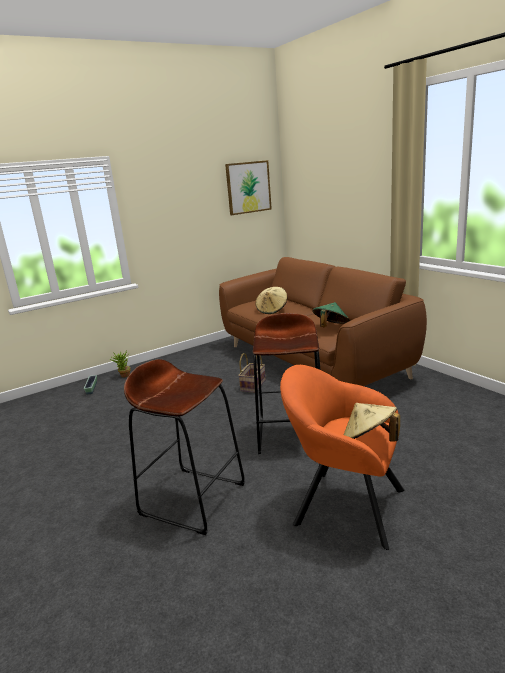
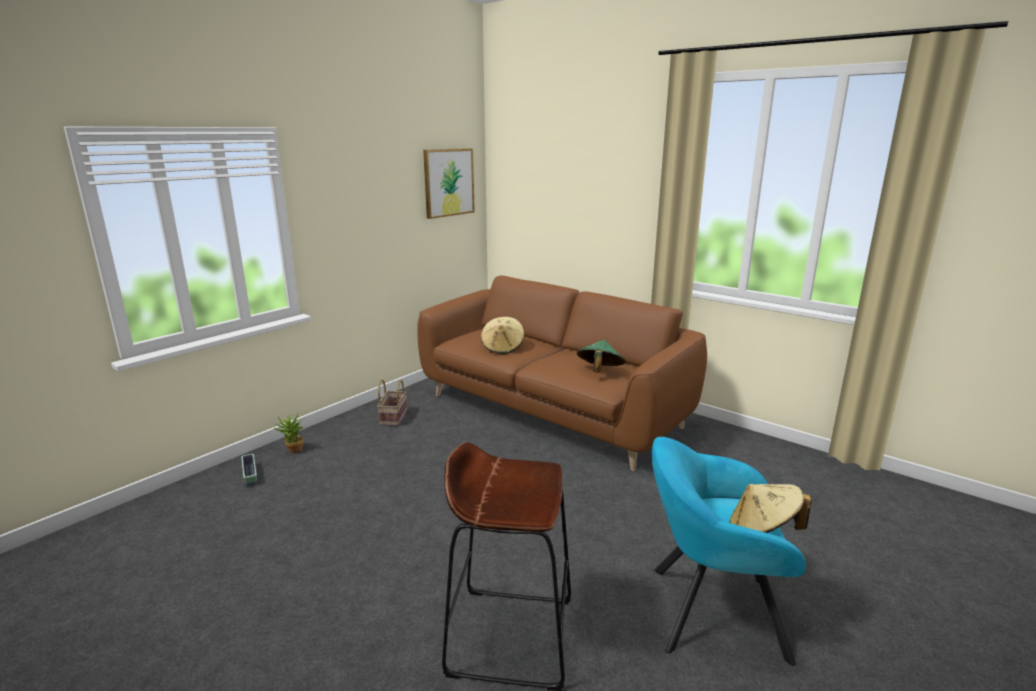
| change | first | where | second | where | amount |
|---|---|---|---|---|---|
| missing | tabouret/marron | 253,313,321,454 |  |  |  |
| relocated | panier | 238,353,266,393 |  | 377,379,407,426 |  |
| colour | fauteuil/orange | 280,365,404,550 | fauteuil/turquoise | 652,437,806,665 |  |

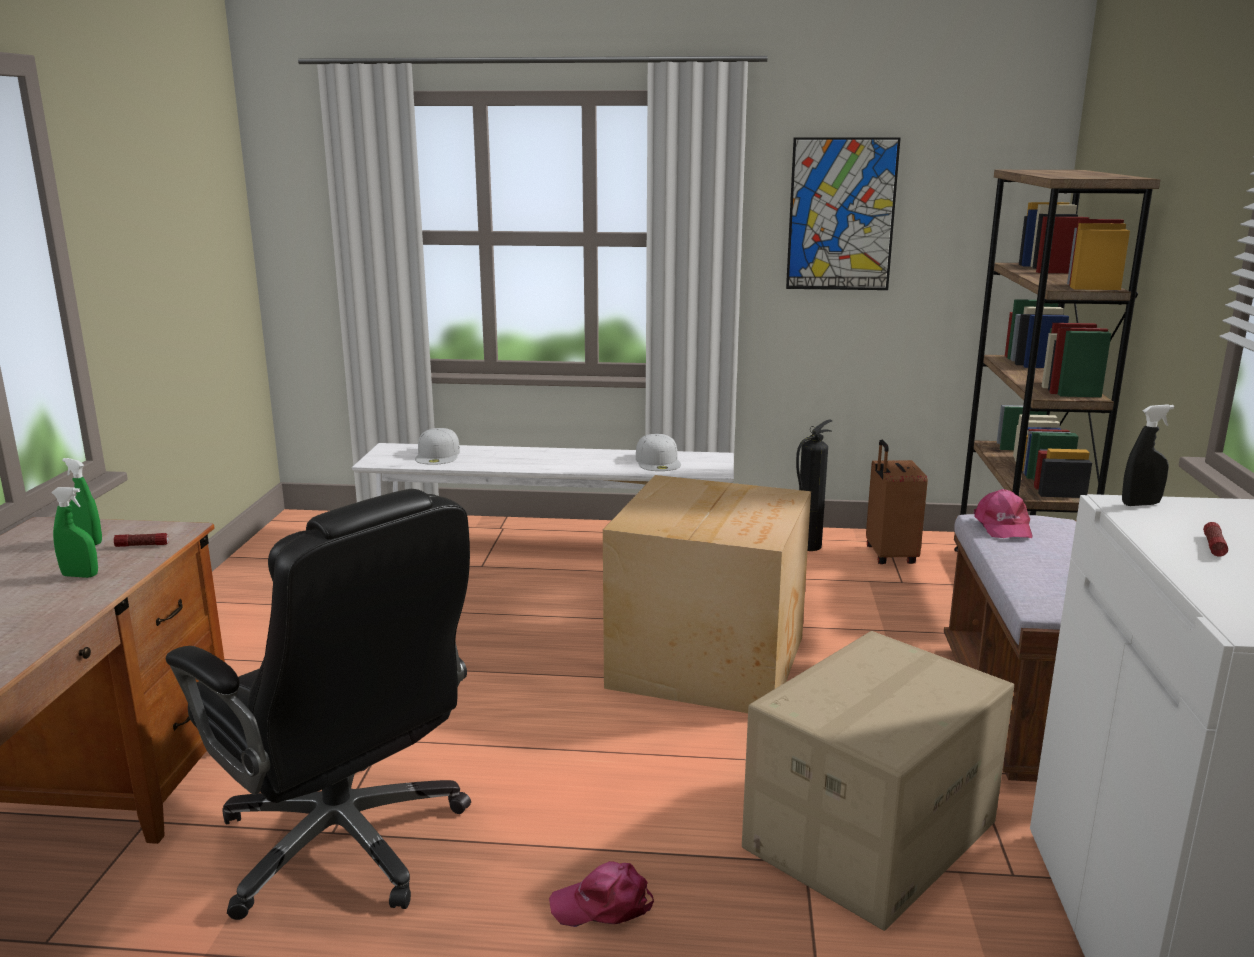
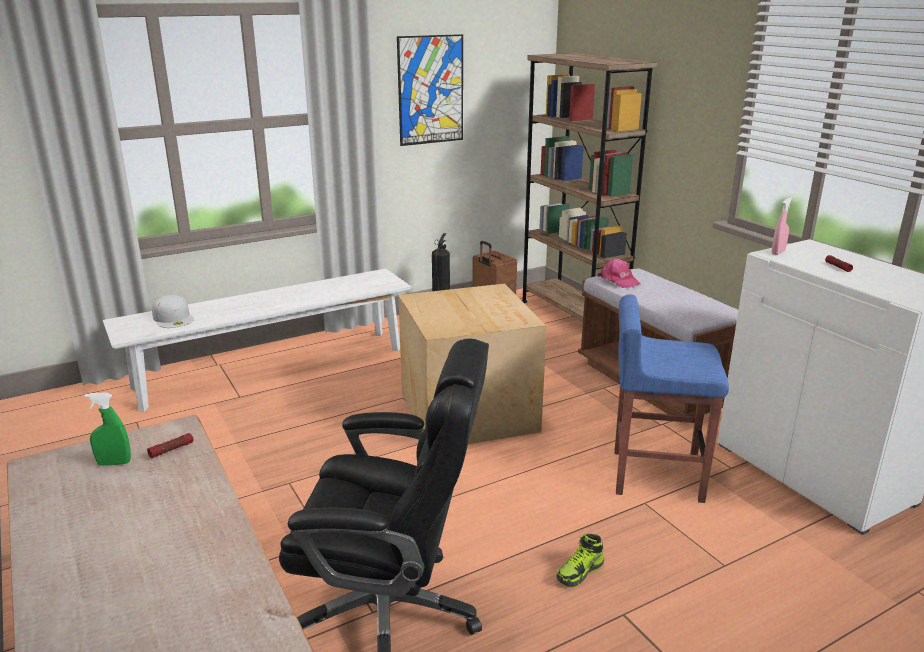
| change | first | where | second | where | amount |
|---|---|---|---|---|---|
| colour | vaporisateur/noir | 1122,404,1174,506 | vaporisateur/rose | 772,197,792,255 |  |
| missing | casquette/blanc | 636,434,681,471 |  |  |  |
| missing | vaporisateur/vert | 51,487,98,578 |  |  |  |
| exchanged | carton | 742,631,1014,931 | tabouret/bleu | 614,294,729,503 |  |
| exchanged | casquette/rose | 549,861,654,927 | chaussure | 557,534,604,588 |  |

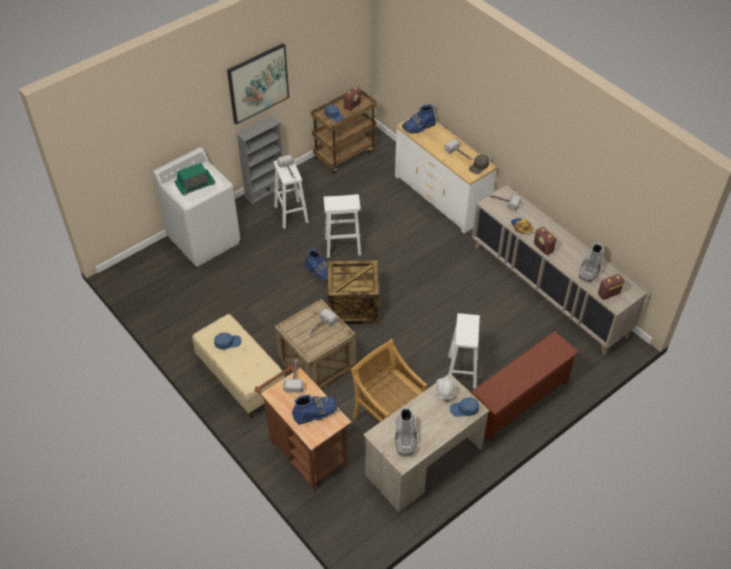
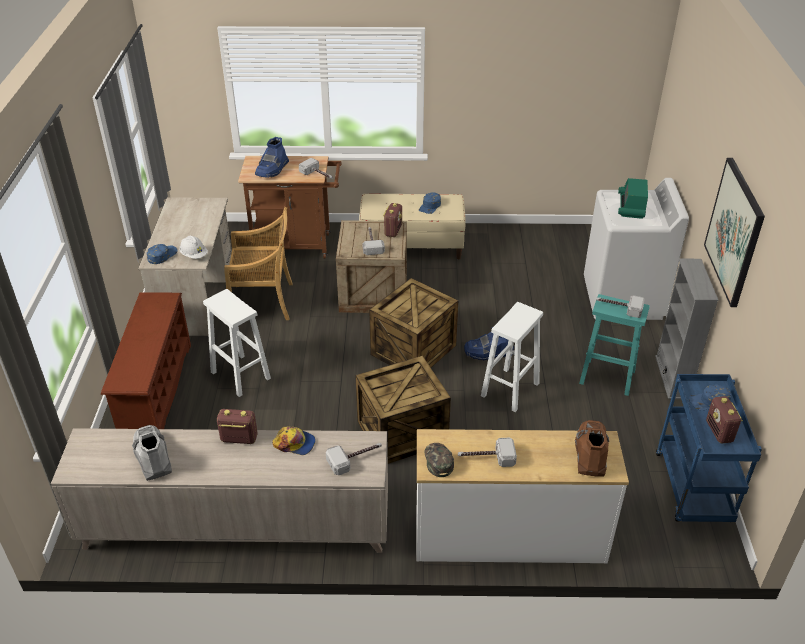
| change | first | where | second | where | amount |
|---|---|---|---|---|---|
| colour | chariot/marron | 311,87,377,174 | chariot/bleu | 656,374,762,522 |  |
| colour | botte/bleu | 402,104,436,133 | botte/marron | 575,420,609,477 |  |
| colour | tabouret/blanc | 274,160,309,229 | tabouret/turquoise | 579,294,650,396 |  |
| relocated | radio | 598,274,624,300 |  | 383,203,402,237 |  |
| missing | botte/gris | 395,407,417,455 |  |  |  |
| appeared |  |  | caisse | 355,356,451,464 |  |

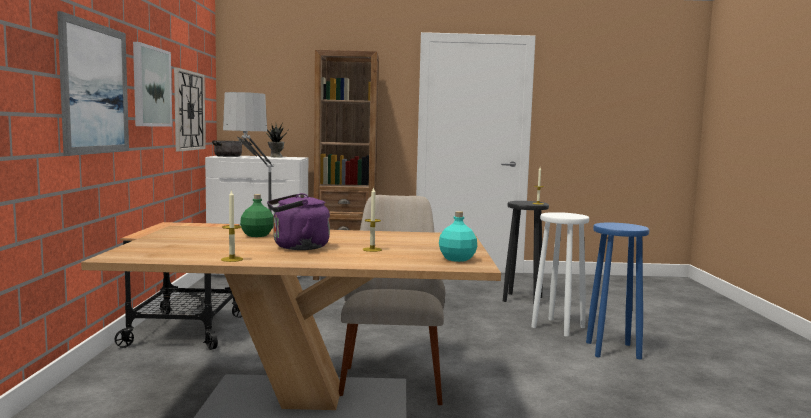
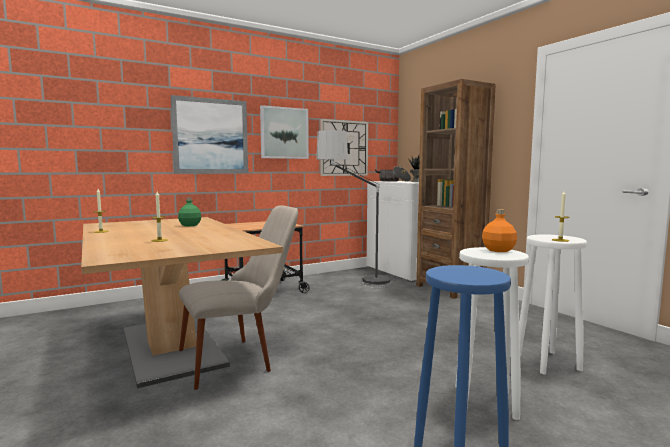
| change | first | where | second | where | amount |
|---|---|---|---|---|---|
| missing | bouilloire/violet | 267,193,330,250 |  |  |  |
| colour | tabouret/noir | 503,201,549,302 | tabouret/blanc | 519,234,587,374 |  |
| missing | bouteille/turquoise | 439,211,477,262 |  |  |  |
| appeared |  |  | bouteille/orange | 482,209,517,252 |  |

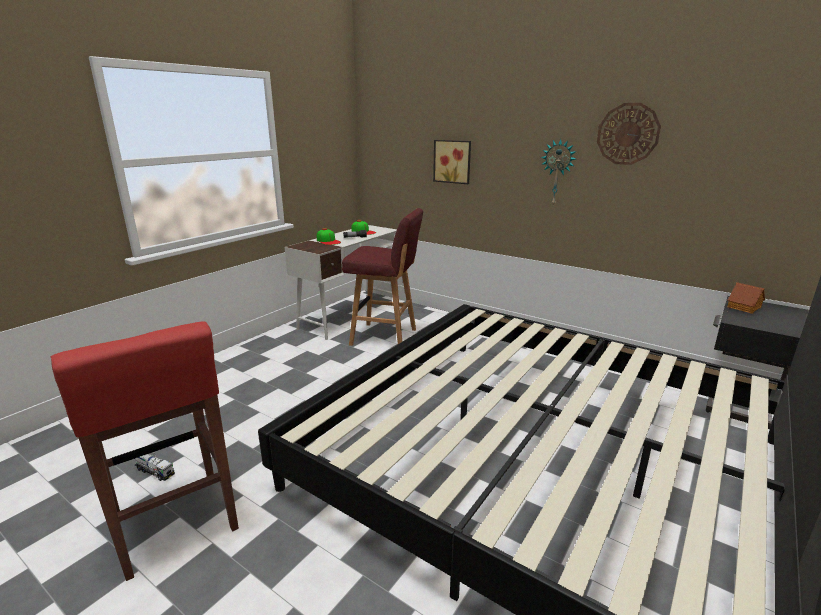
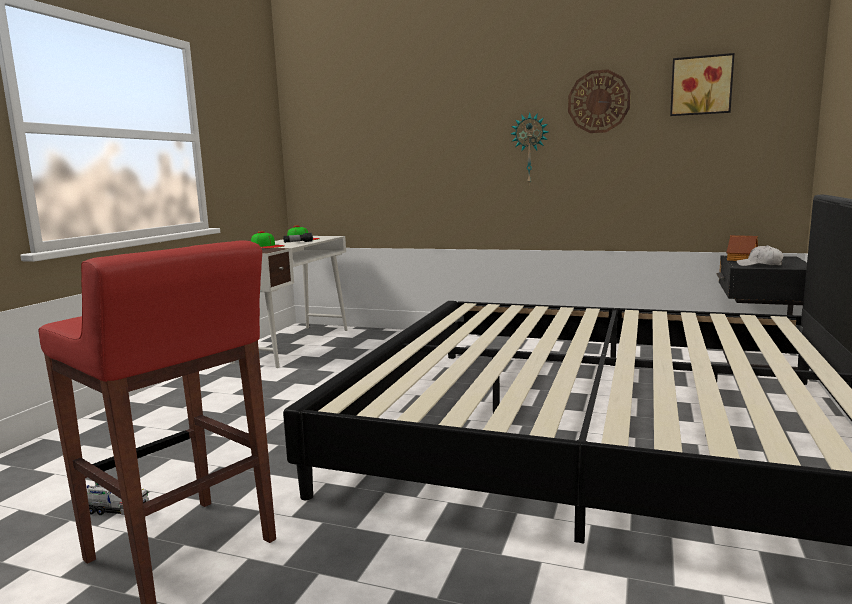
| change | first | where | second | where | amount |
|---|---|---|---|---|---|
| relocated | tableau | 433,140,471,184 |  | 670,53,735,116 |  |
| missing | tabouret/rouge | 342,208,423,346 |  |  |  |
| appeared |  |  | casquette/blanc | 737,245,784,266 |  |

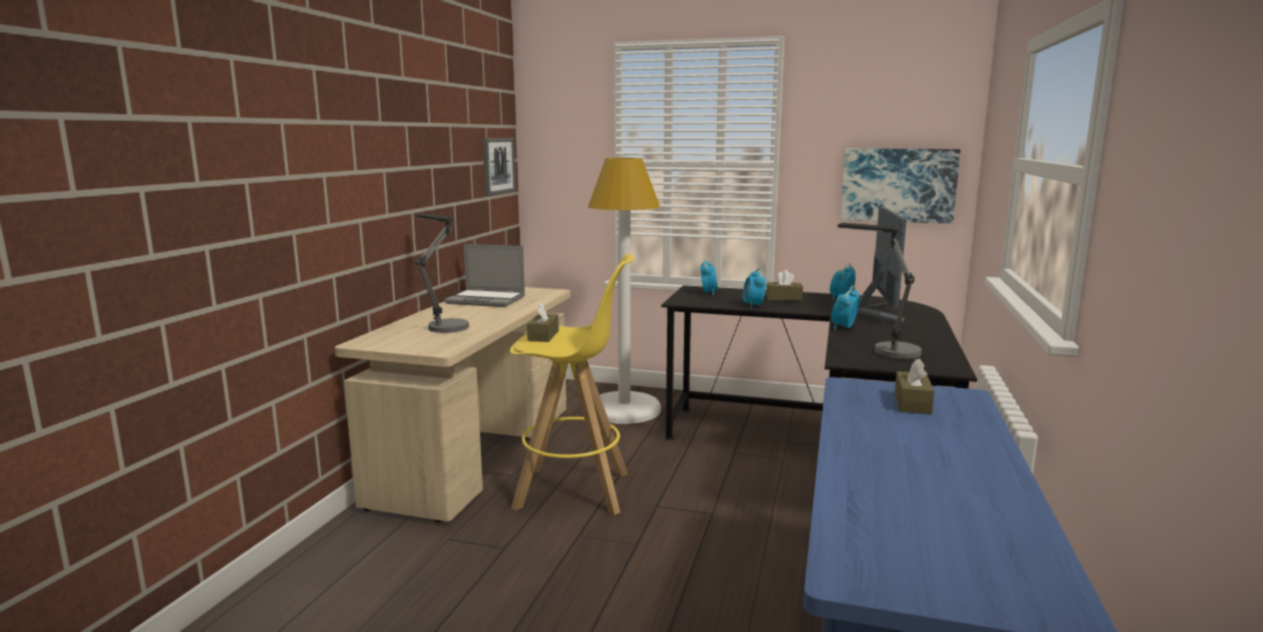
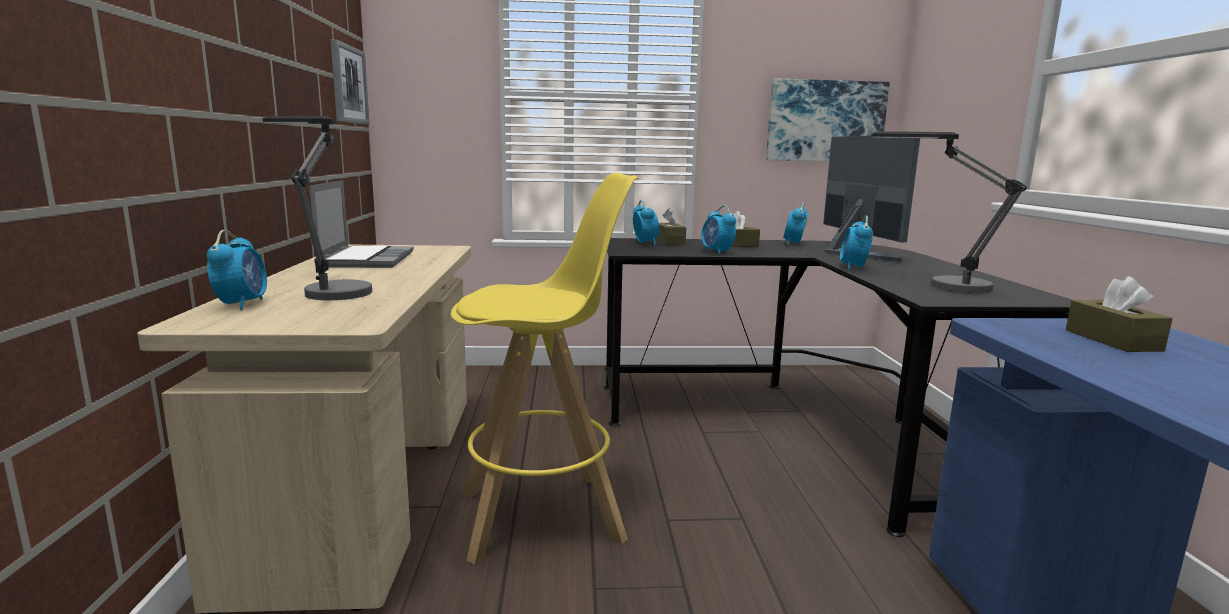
| change | first | where | second | where | amount |
|---|---|---|---|---|---|
| missing | lampadaire/blanc | 588,158,661,424 |  |  |  |
| spun | ordinateur portable | 444,244,525,307 |  | 310,180,413,268 | 90 degrees counterclockwise |
| relocated | boîte à mouchoirs/marron | 527,302,559,342 |  | 656,208,686,245 |  |
| appeared |  |  | réveil | 207,230,267,310 |  |

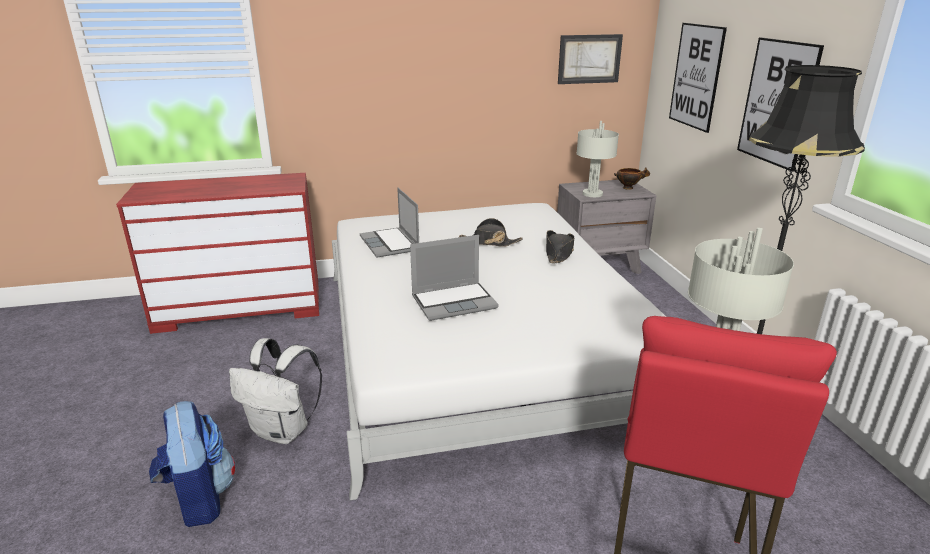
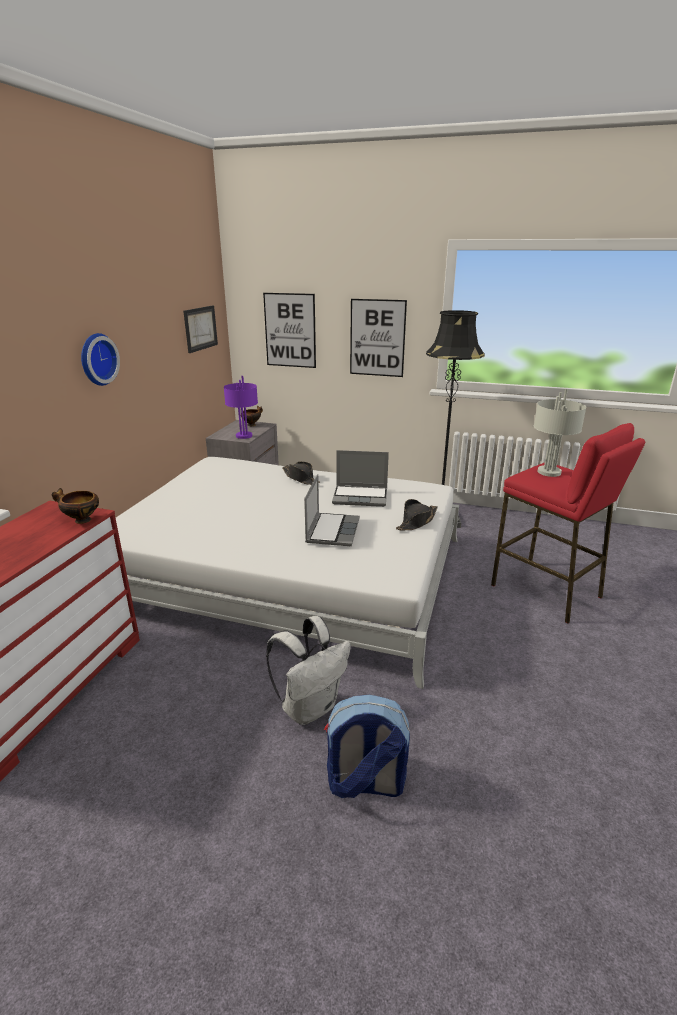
| change | first | where | second | where | amount |
|---|---|---|---|---|---|
| colour | lampe de table/gris | 576,121,619,197 | lampe de table/violet | 224,376,258,439 |  |
| relocated | ordinateur portable | 360,188,419,258 |  | 332,450,389,507 |  |
| relocated | chapeau/noir | 459,218,522,247 |  | 396,499,438,530 |  |
| appeared |  |  | horloge murale | 81,333,120,386 |  |
| appeared |  |  | bol | 52,488,99,524 |  |

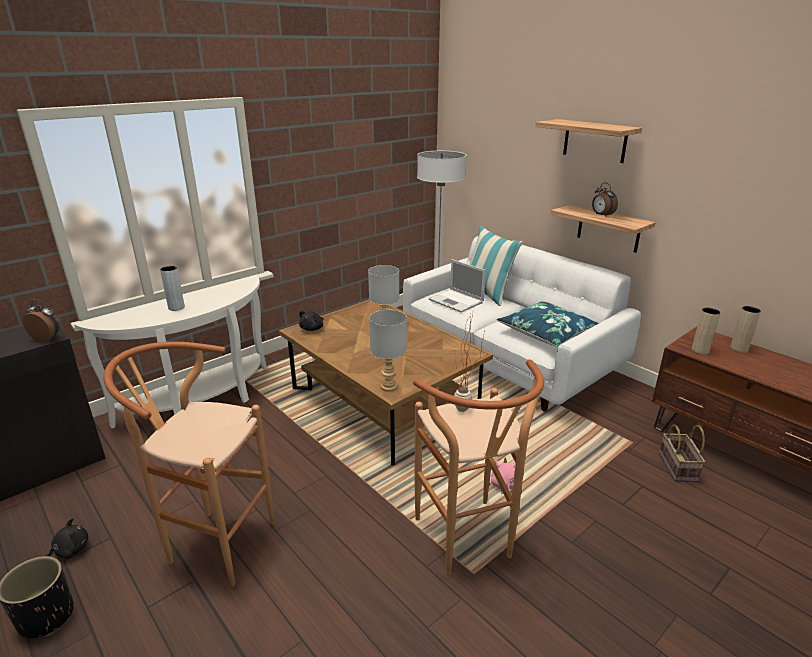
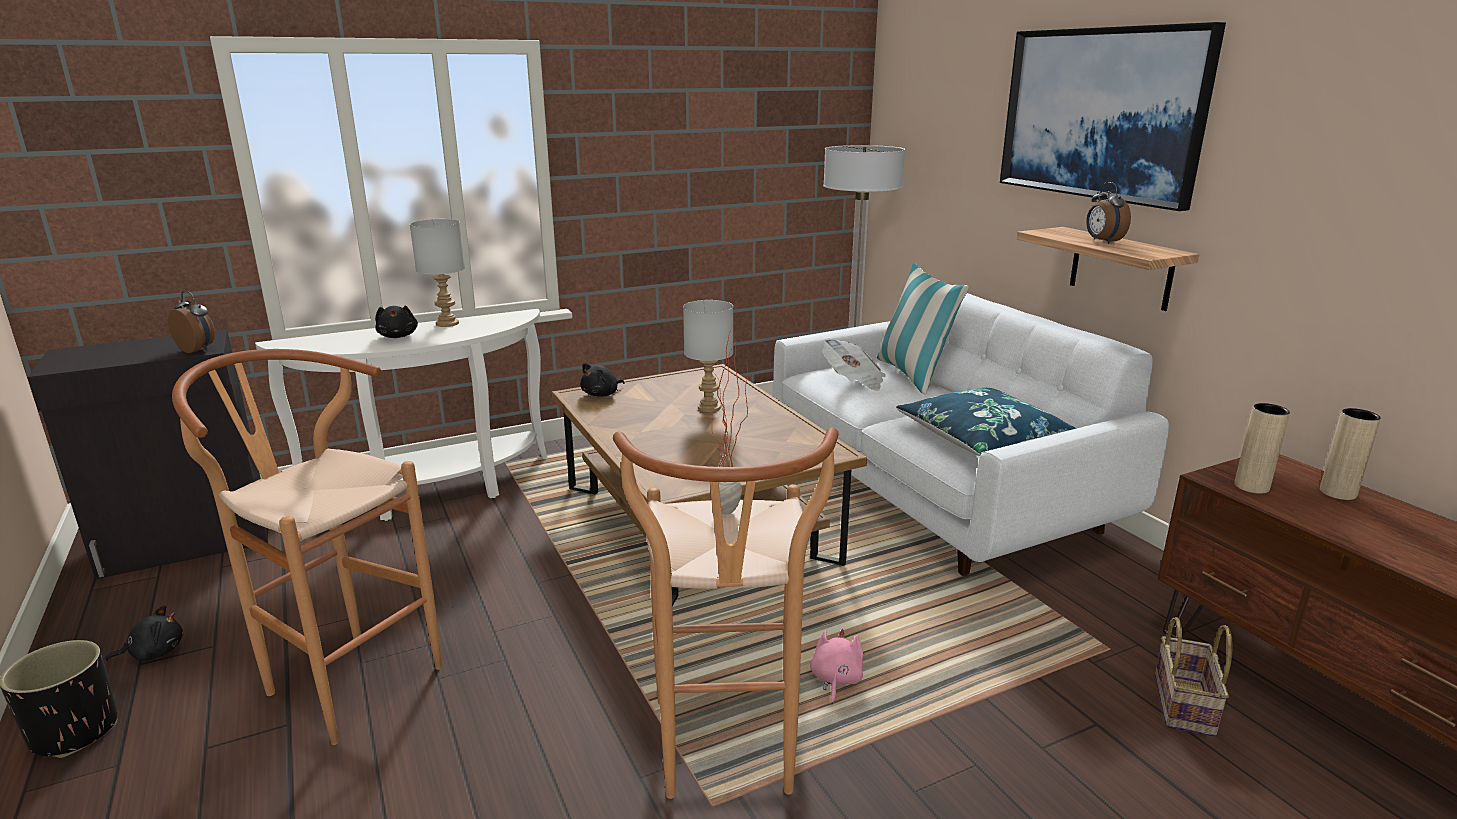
| change | first | where | second | where | amount |
|---|---|---|---|---|---|
| exchanged | étagère | 535,119,642,163 | tableau | 1000,22,1226,211 |  |
| exchanged | ordinateur portable | 429,259,486,313 | journal | 822,338,885,391 |  |
| exchanged | vase/gris | 160,266,185,311 | peluche/noir | 375,306,418,338 |  |
| relocated | lampe de table/gris | 369,310,407,392 |  | 410,219,465,327 |  |

